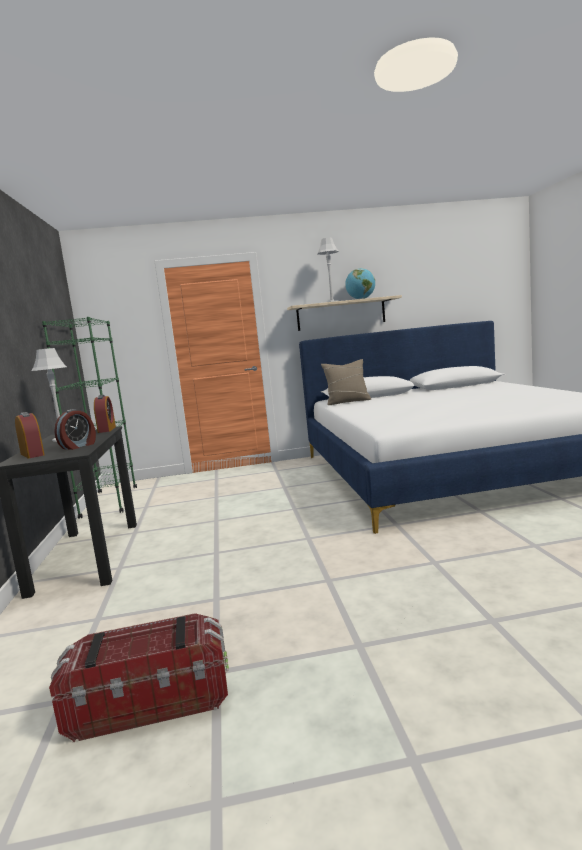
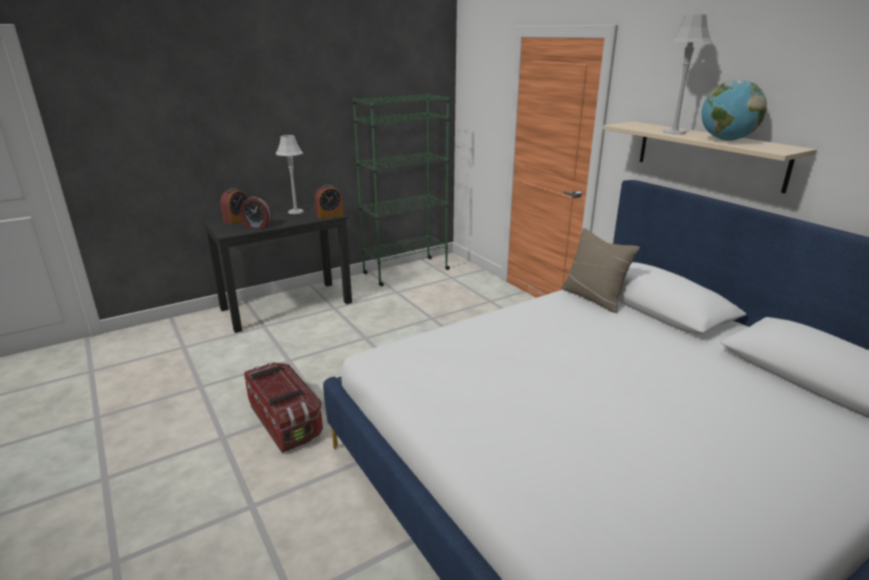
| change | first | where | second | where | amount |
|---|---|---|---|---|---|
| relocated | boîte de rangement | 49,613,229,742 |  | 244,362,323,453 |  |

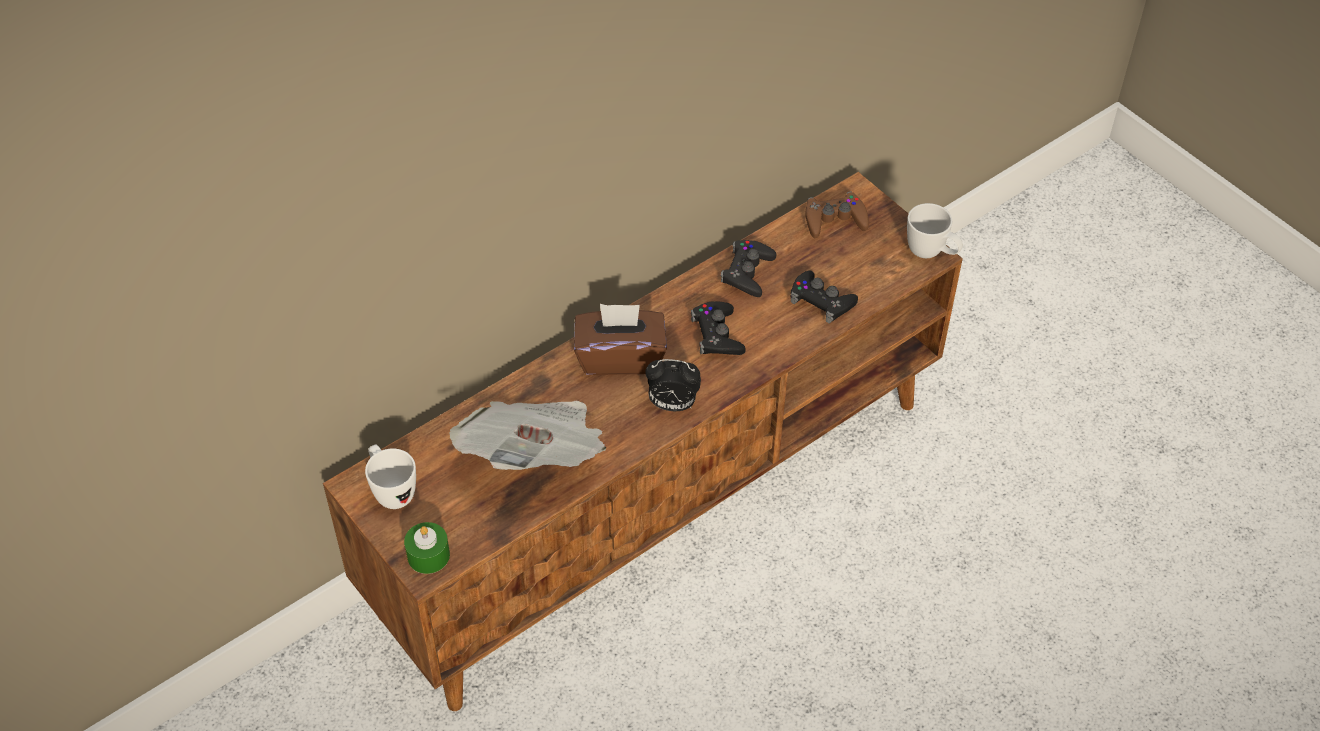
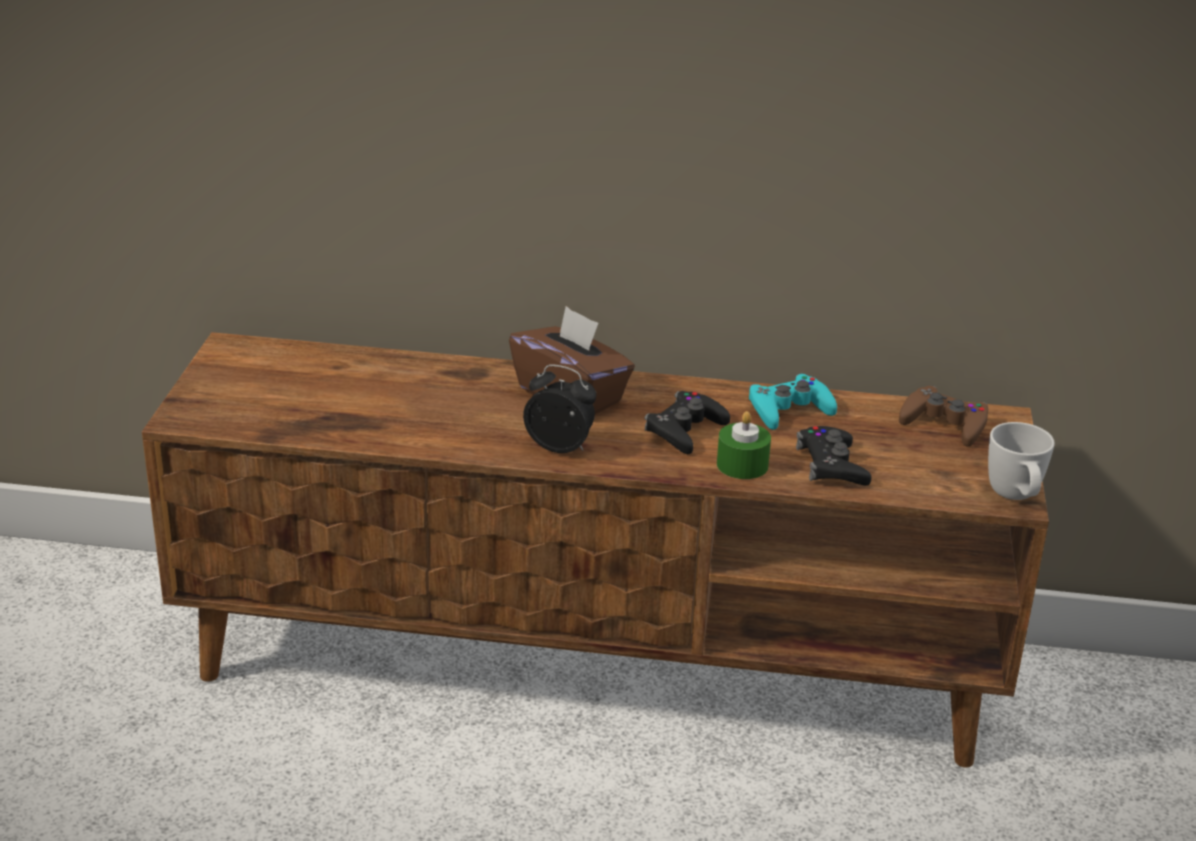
| change | first | where | second | where | amount |
|---|---|---|---|---|---|
| colour | manette/noir | 721,240,776,297 | manette/turquoise | 749,373,837,430 |  |
| spun | réveil | 645,359,701,411 |  | 523,365,596,453 | 150 degrees clockwise |
| missing | journal | 449,401,606,470 |  |  |  |
| missing | mug/blanc | 365,445,416,509 |  |  |  |
| relocated | bougie/vert | 404,522,450,574 |  | 717,411,771,479 |  |

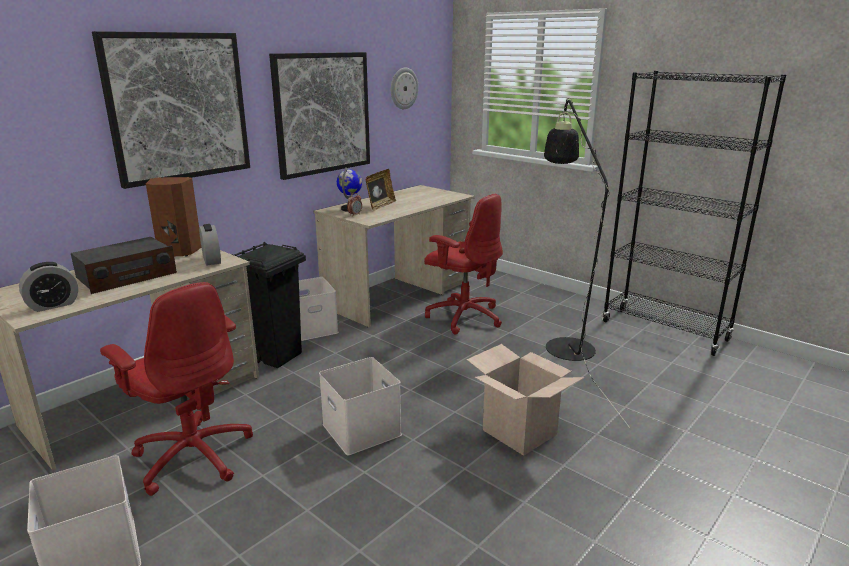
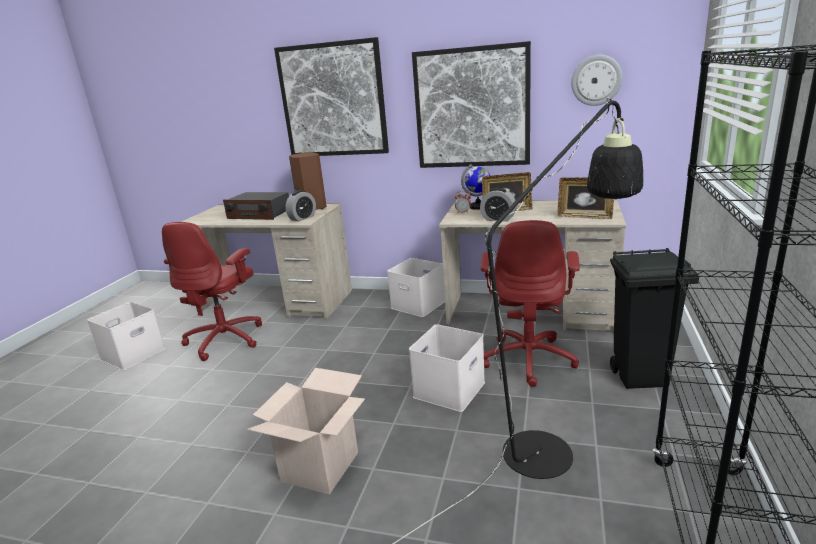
| change | first | where | second | where | amount |
|---|---|---|---|---|---|
| relocated | poubelle/noir | 232,242,306,368 |  | 610,248,699,389 |  |
| relocated | réveil | 19,262,78,312 |  | 480,188,516,222 |  |
| relocated | boîte de rangement/blanc | 319,357,402,455 |  | 409,324,485,412 |  |
| appeared |  |  | cadre photo | 557,177,614,219 |  |

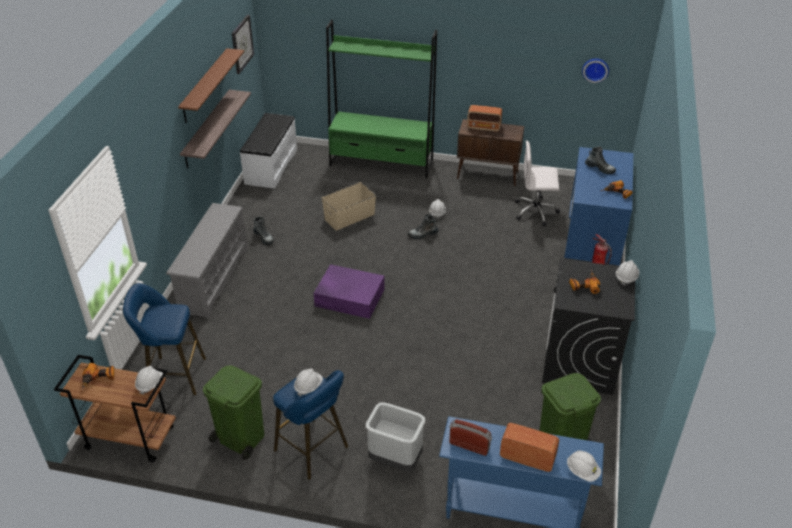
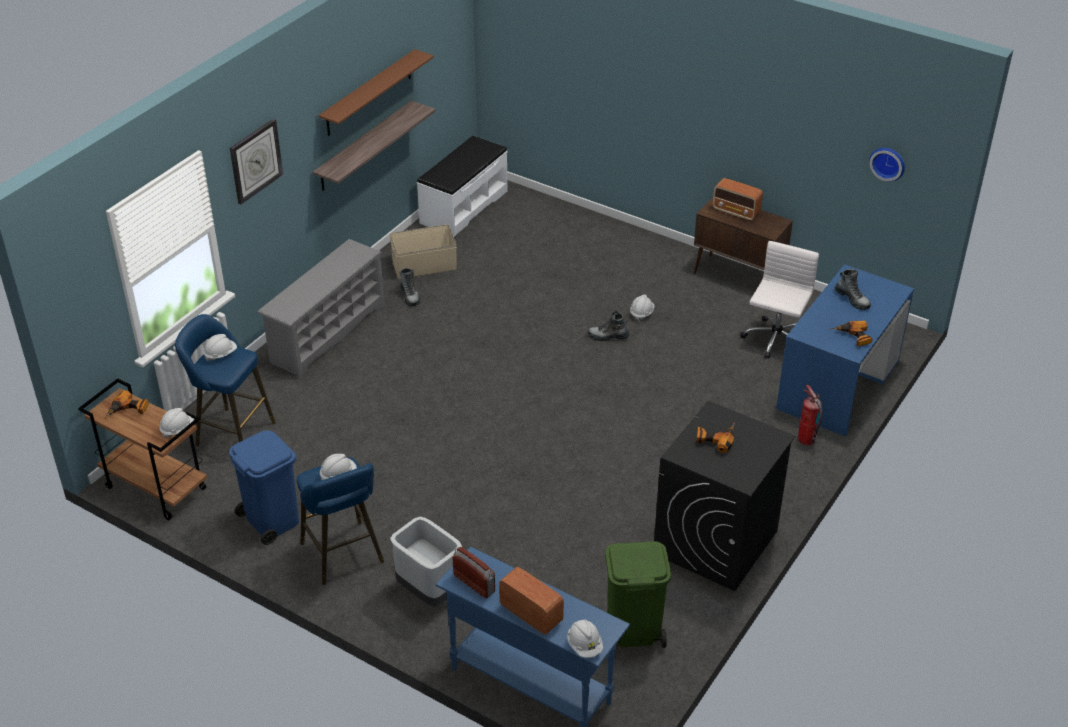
| change | first | where | second | where | amount |
|---|---|---|---|---|---|
| relocated | horloge murale | 232,15,254,74 |  | 230,119,283,204 |  |
| missing | bibliothèque/vert | 326,20,437,178 |  |  |  |
| spun | chaise de bureau/blanc | 515,140,560,226 |  | 740,241,819,359 | 90 degrees clockwise |
| relocated | boîte de rangement/beige | 322,182,376,231 |  | 390,224,457,279 |  |
| relocated | casque de chantier/blanc | 616,260,639,286 |  | 203,334,237,361 |  |
| missing | boîte de rangement/violet | 314,264,385,319 |  |  |  |
| colour | poubelle/vert | 203,365,264,460 | poubelle/bleu | 229,430,299,545 |  |

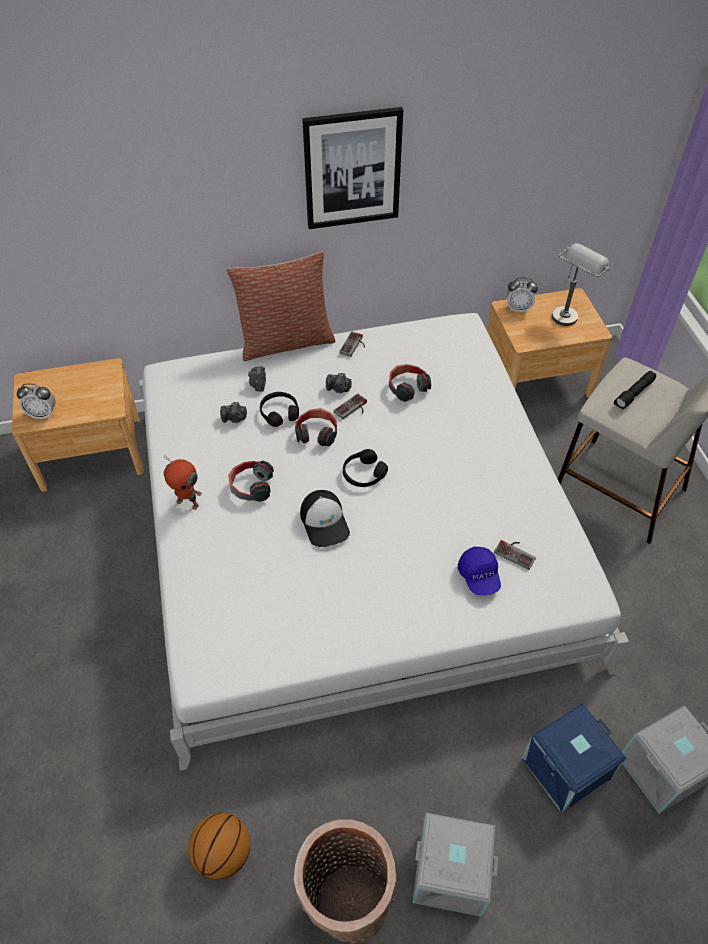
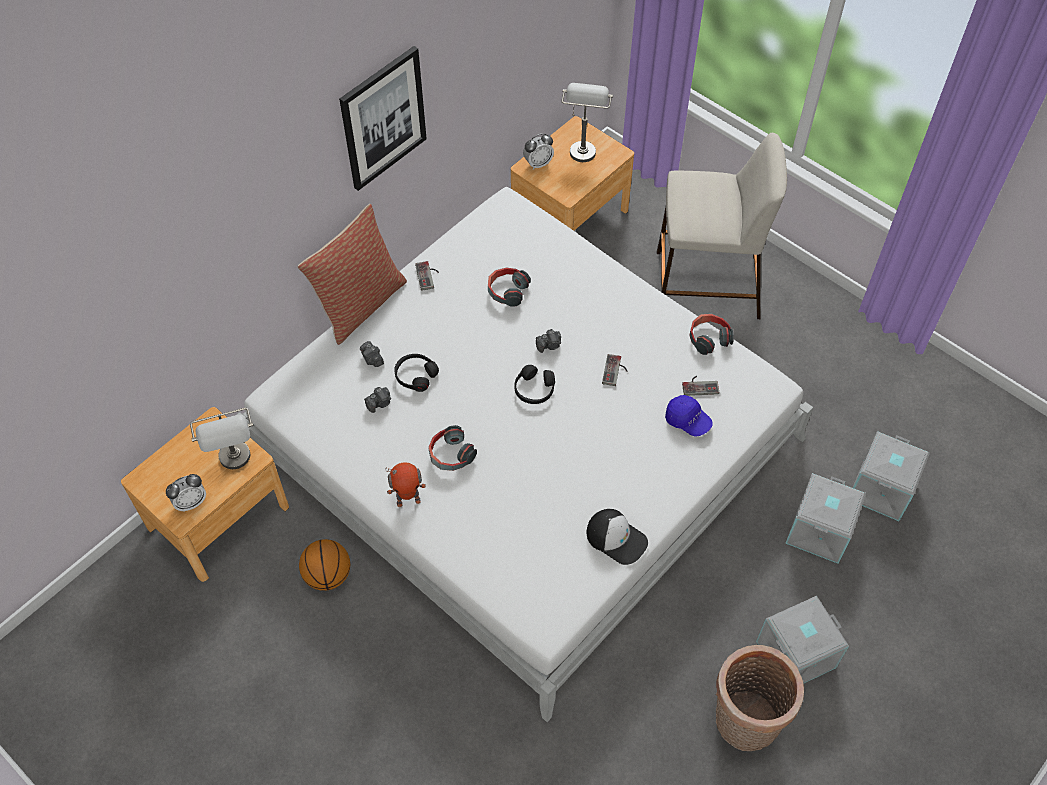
| change | first | where | second | where | amount |
|---|---|---|---|---|---|
| missing | lampe de poche/noir | 614,371,656,409 |  |  |  |
| relocated | appareil photo | 326,373,352,393 |  | 536,329,561,353 |  |
| relocated | manette | 334,394,367,419 |  | 602,354,627,386 |  |
| relocated | casque audio | 295,408,337,446 |  | 689,314,733,355 |  |
| relocated | casquette | 300,490,350,547 |  | 587,509,648,565 |  |
| colour | boîte de rangement/bleu | 522,703,627,813 | boîte de rangement/gris | 786,473,866,564 |  |
| relocated | ballon de basket | 188,813,250,880 |  | 299,539,350,591 |  |
| appeared |  |  | lampe de table/gris | 190,408,254,469 |  |

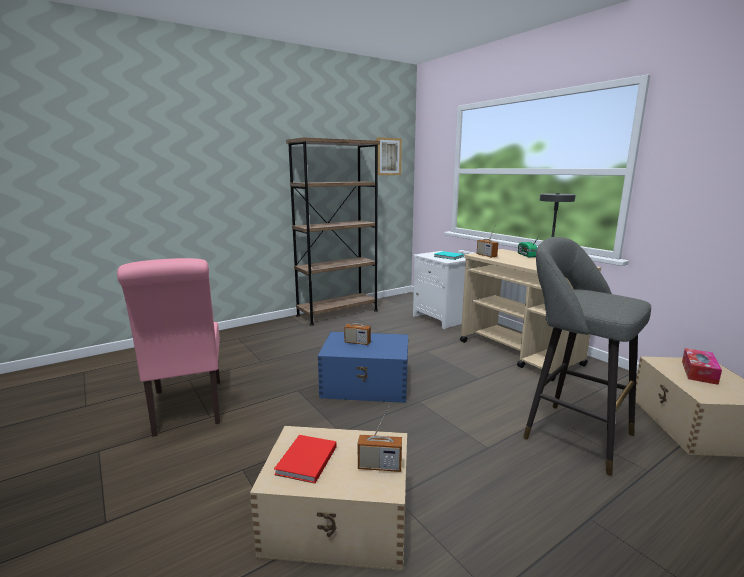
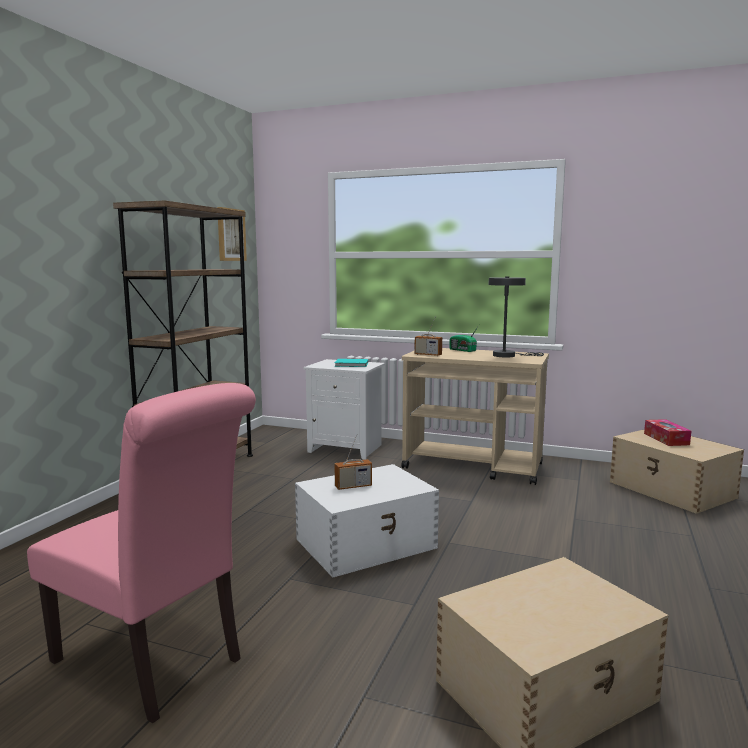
| change | first | where | second | where | amount |
|---|---|---|---|---|---|
| missing | tabouret/gris | 523,237,651,476 |  |  |  |
| colour | boîte de rangement/bleu | 318,332,408,403 | boîte de rangement/blanc | 295,464,439,578 |  |
| missing | radio | 358,406,402,472 |  |  |  |
| missing | livre/rouge | 274,435,337,483 |  |  |  |

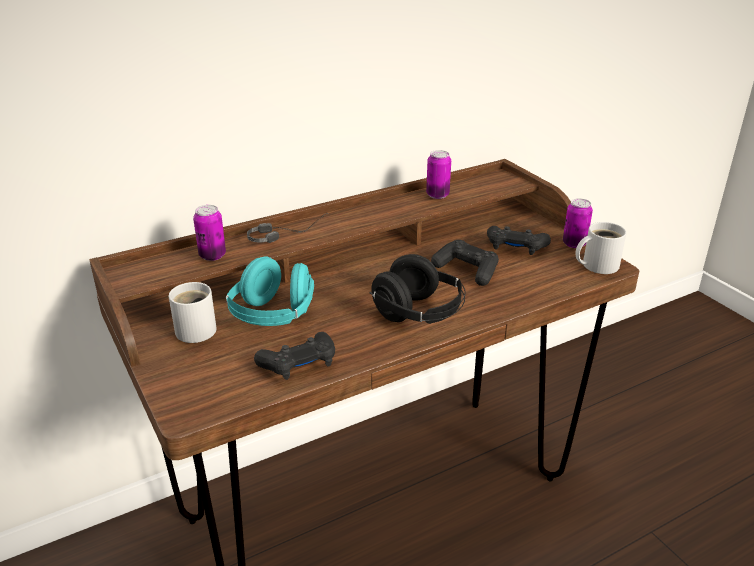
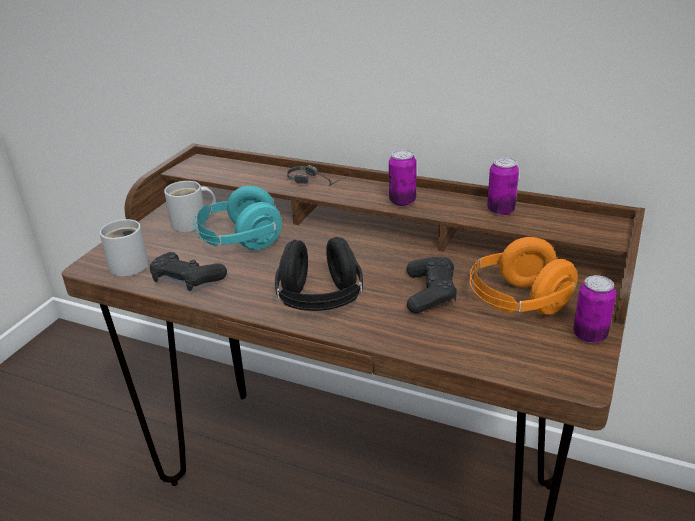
| change | first | where | second | where | amount |
|---|---|---|---|---|---|
| relocated | boîte métallique | 193,205,226,261 |  | 389,150,417,206 |  |
| relocated | mug/blanc | 575,222,626,274 |  | 99,219,149,277 |  |
| exchanged | manette/noir | 487,226,551,255 | casque audio/orange | 470,237,578,315 |  |

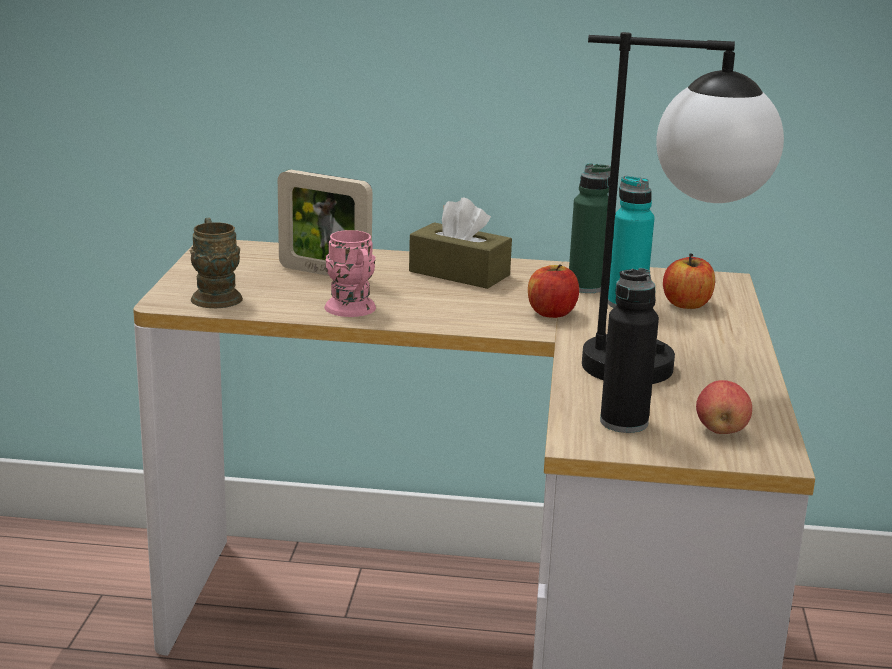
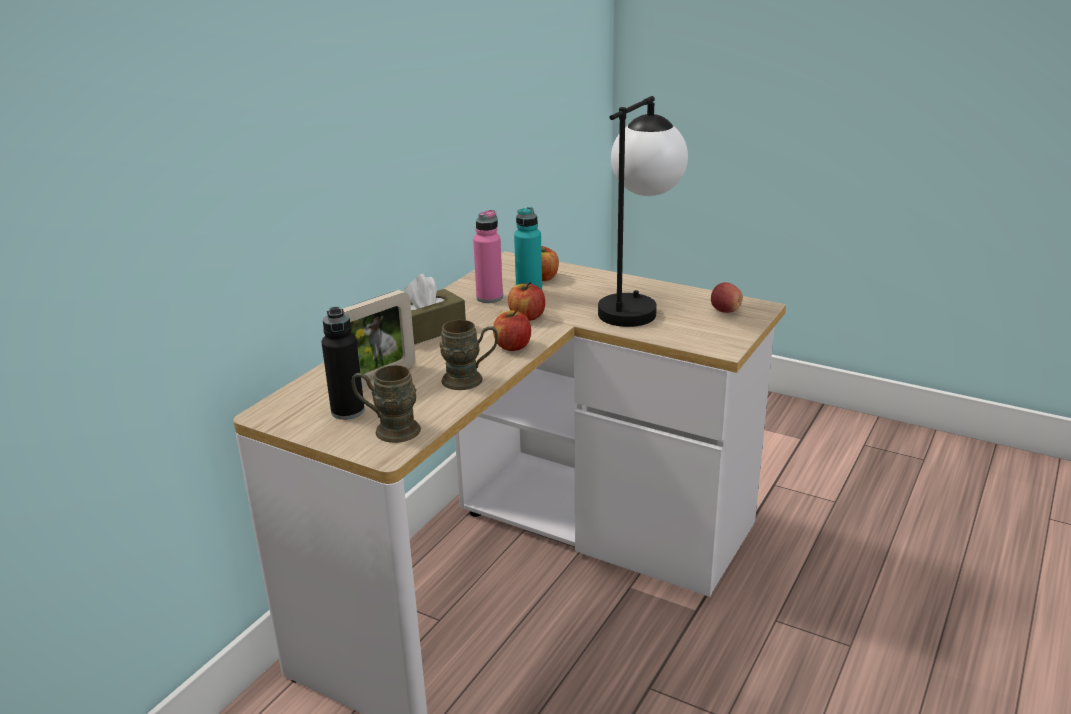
| change | first | where | second | where | amount |
|---|---|---|---|---|---|
| colour | bouteille/vert | 569,163,611,293 | bouteille/rose | 473,210,503,303 |  |
| colour | mug/rose | 324,230,376,317 | mug/marron | 439,320,498,390 |  |
| relocated | bouteille/noir | 600,268,659,433 |  | 321,307,365,420 |  |
| appeared |  |  | pomme | 493,311,531,351 |  |

